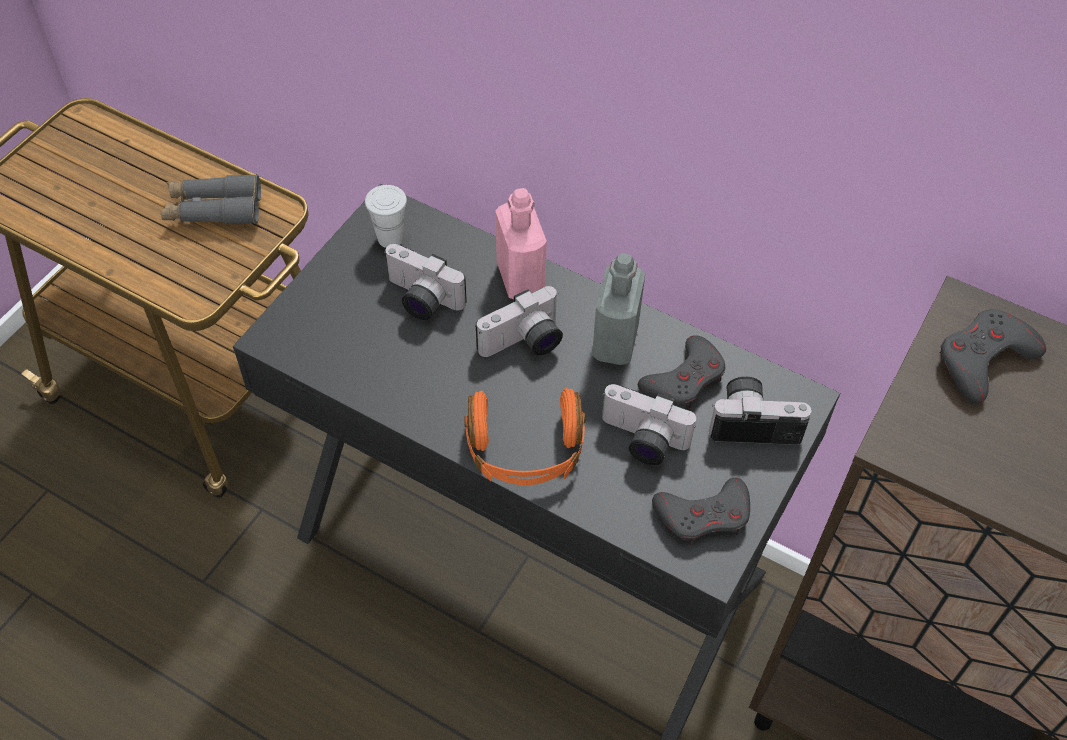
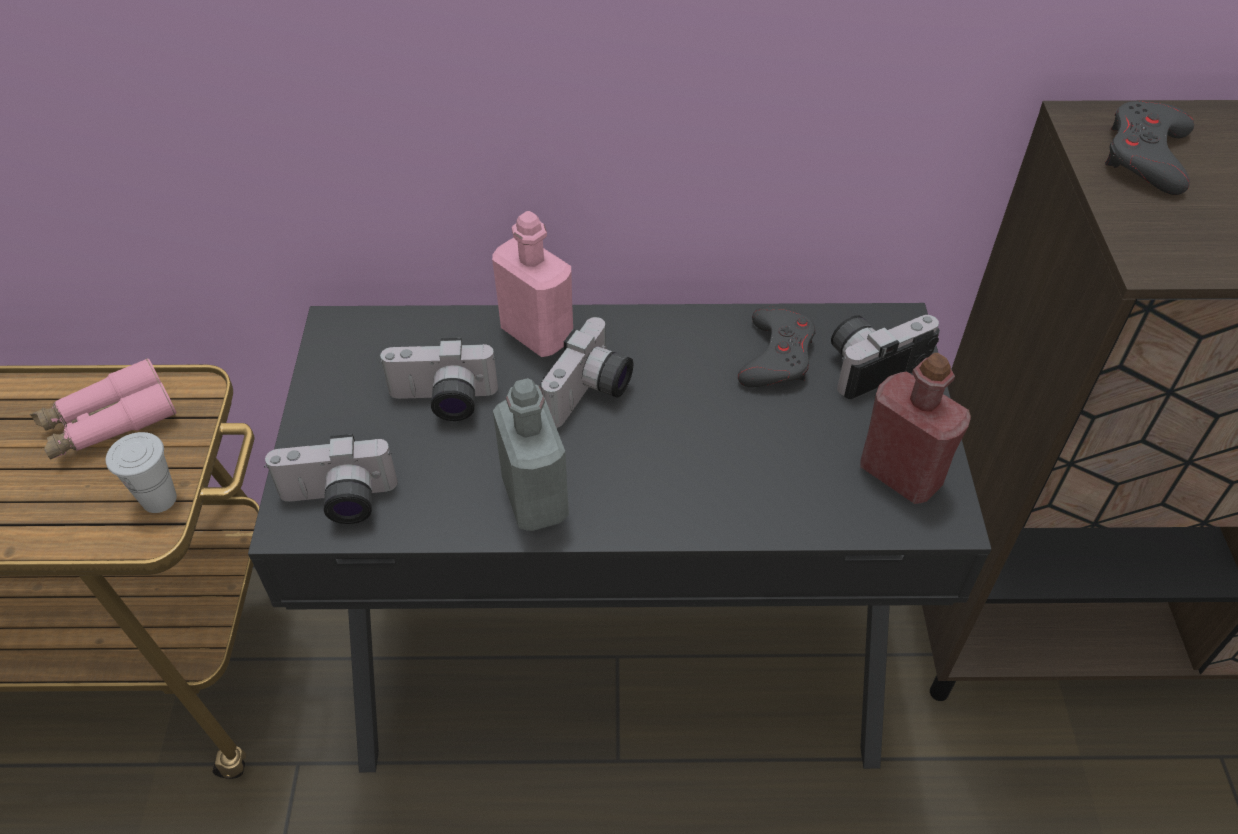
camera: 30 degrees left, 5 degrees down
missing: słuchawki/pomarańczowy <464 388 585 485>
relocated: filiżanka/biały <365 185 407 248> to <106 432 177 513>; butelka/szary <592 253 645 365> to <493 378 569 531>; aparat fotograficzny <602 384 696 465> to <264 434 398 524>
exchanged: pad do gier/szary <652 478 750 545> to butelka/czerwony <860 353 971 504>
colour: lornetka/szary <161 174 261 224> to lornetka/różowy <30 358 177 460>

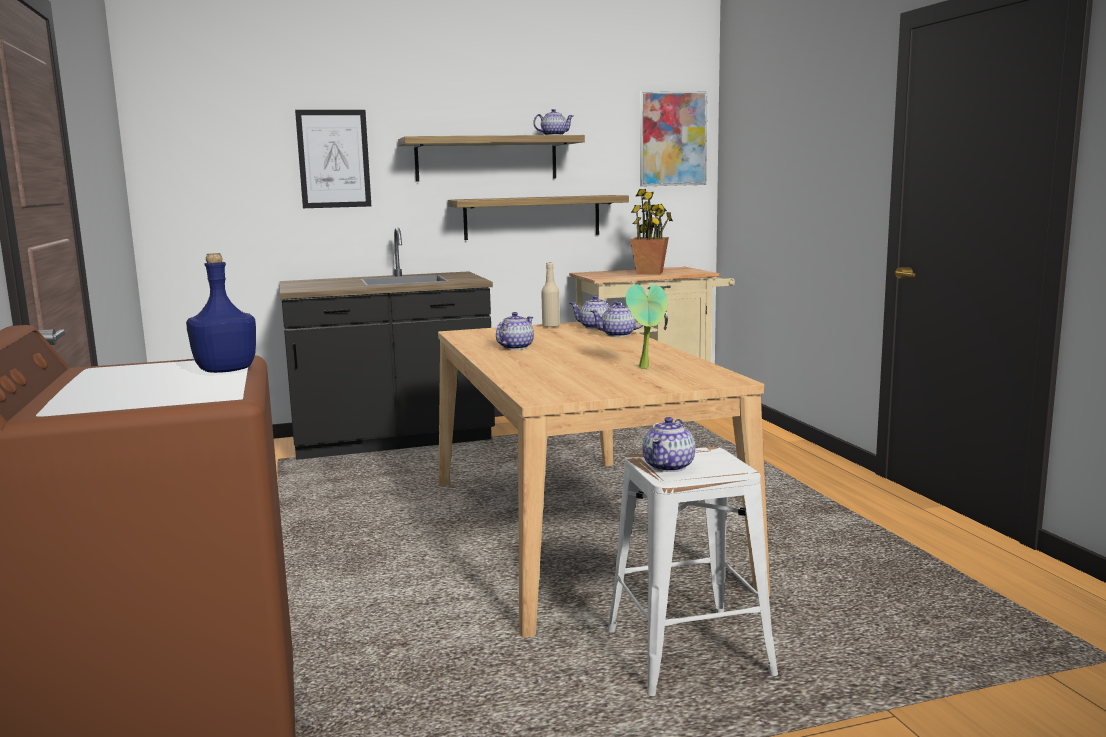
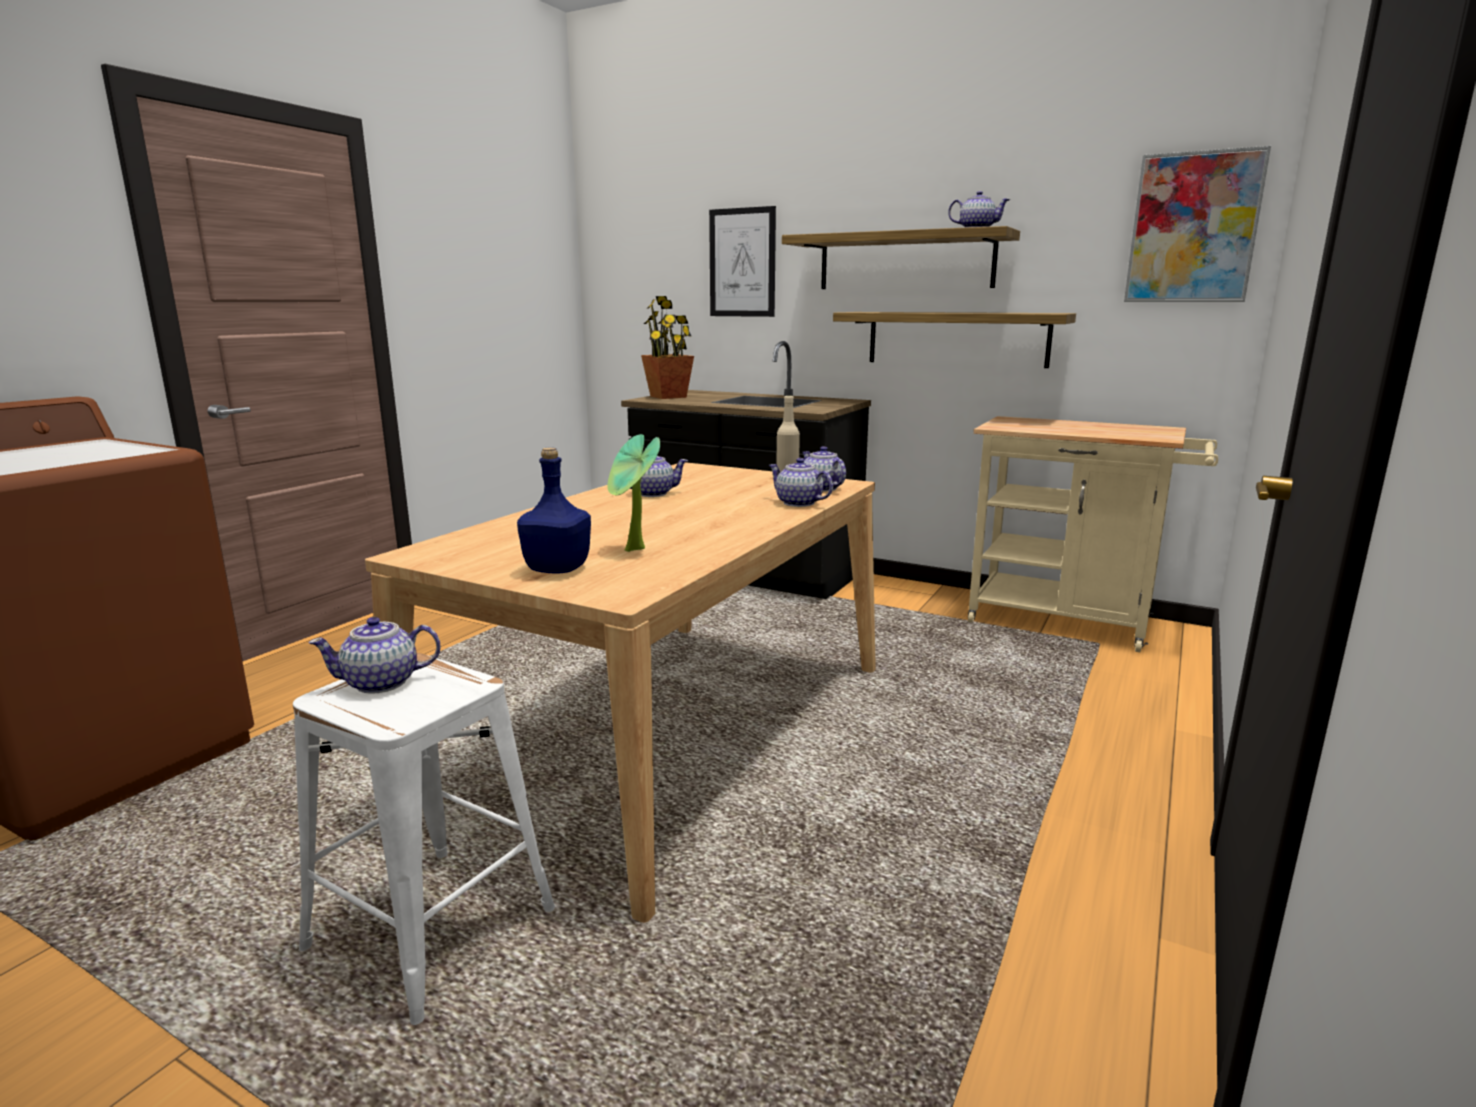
camera: 45 degrees right, 5 degrees up
relocated: roślina doniczkowa <630 189 673 275> to <641 296 694 399>; butelka/niebieski <186 253 256 373> to <517 448 591 573>

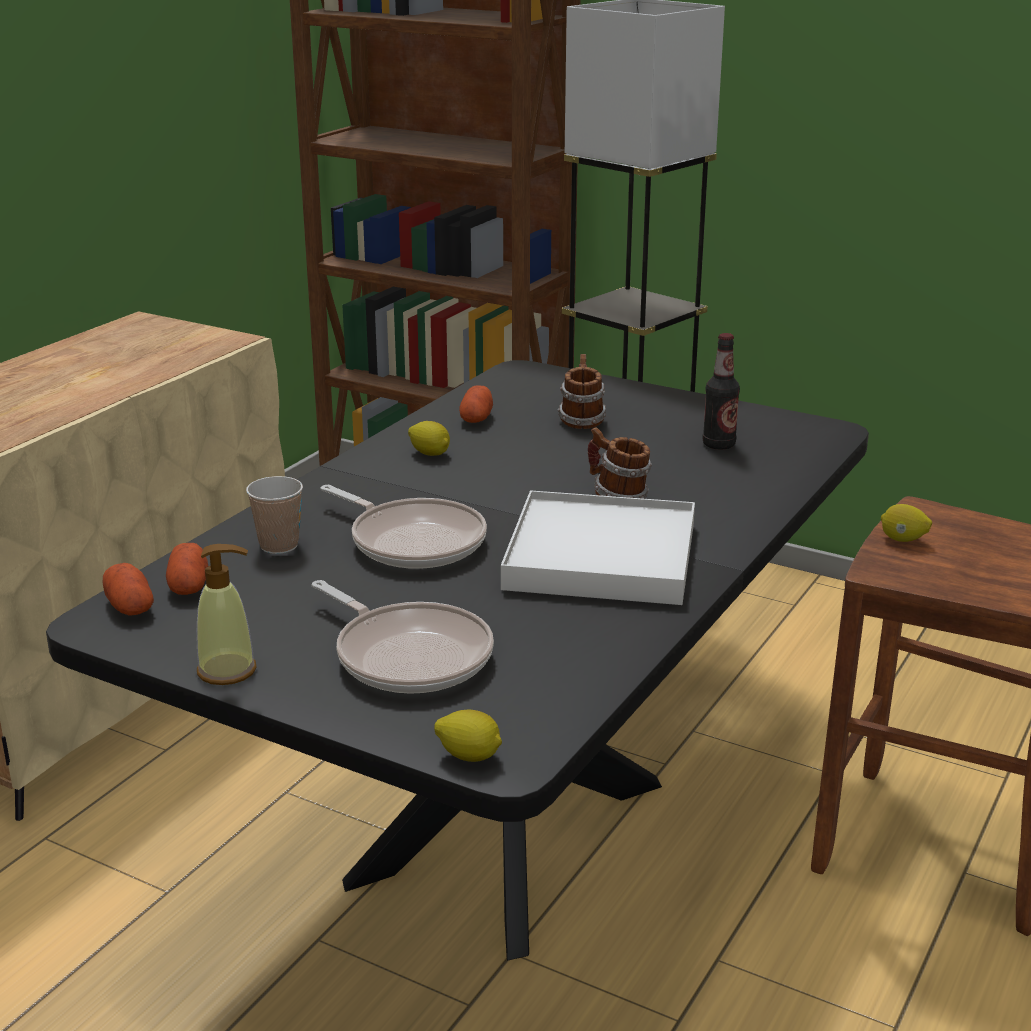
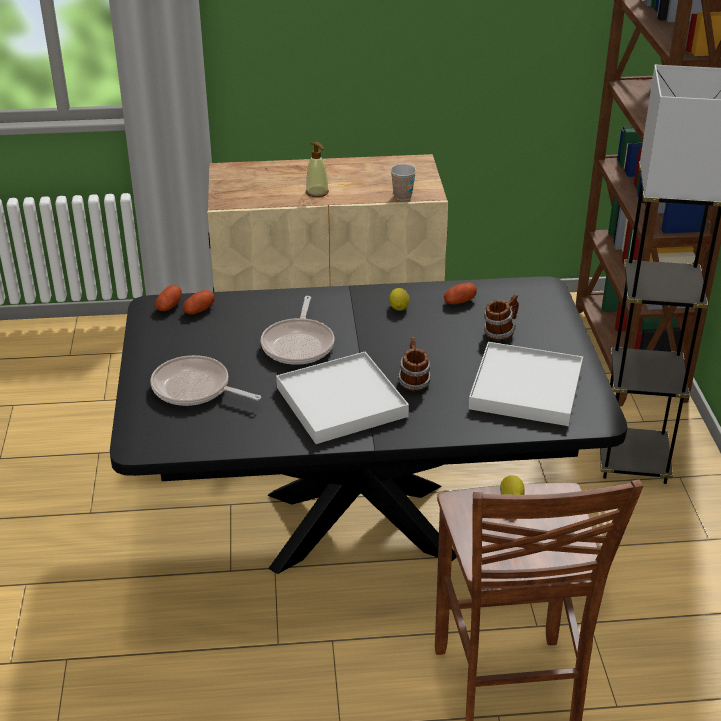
camera: 55 degrees right, 10 degrees up
missing: cytryna <434 710 502 762>
relocated: filiżanka <246 476 303 554> to <390 164 416 201>; dozownik mydła <196 544 257 685> to <306 142 329 197>
exchanged: butelka <703 333 740 450> to taca/biały <468 342 583 426>
spun: patelnia <311 580 494 694> = <150 355 261 406> 105 degrees clockwise

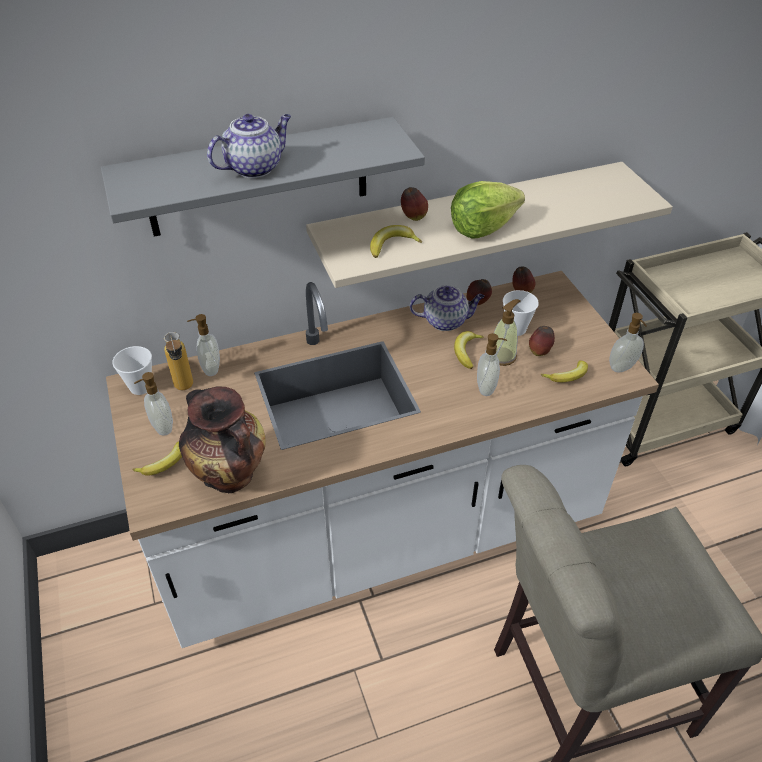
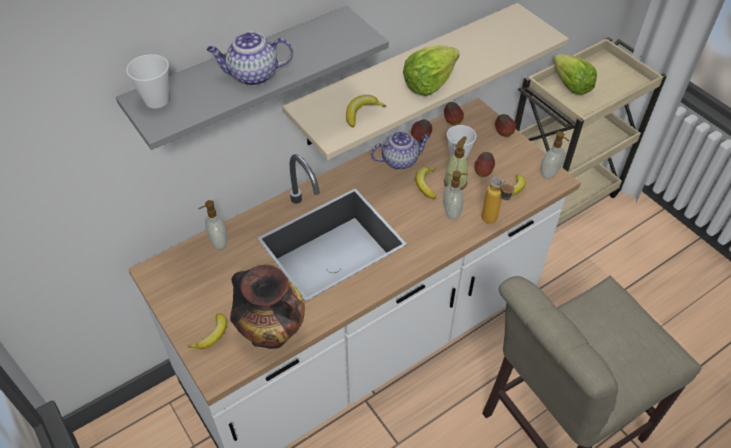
camera: 15 degrees left, 5 degrees up
missing: dozownik mydła <134 372 173 436>
appeared: sałata <553 54 597 95>
relocated: jabłko <401 187 428 221> to <495 114 516 137>; butelka <164 332 193 390> to <482 177 514 224>; filiżanka <112 346 152 395> to <126 54 169 108>
spun: imbryk <207 114 291 178> = <207 32 293 86> 135 degrees counterclockwise

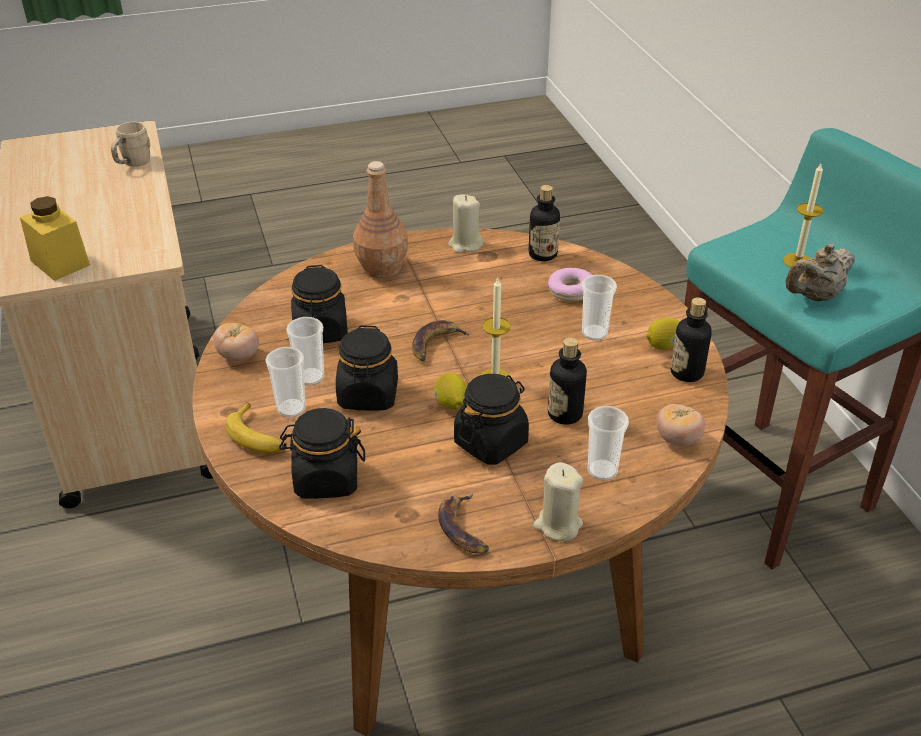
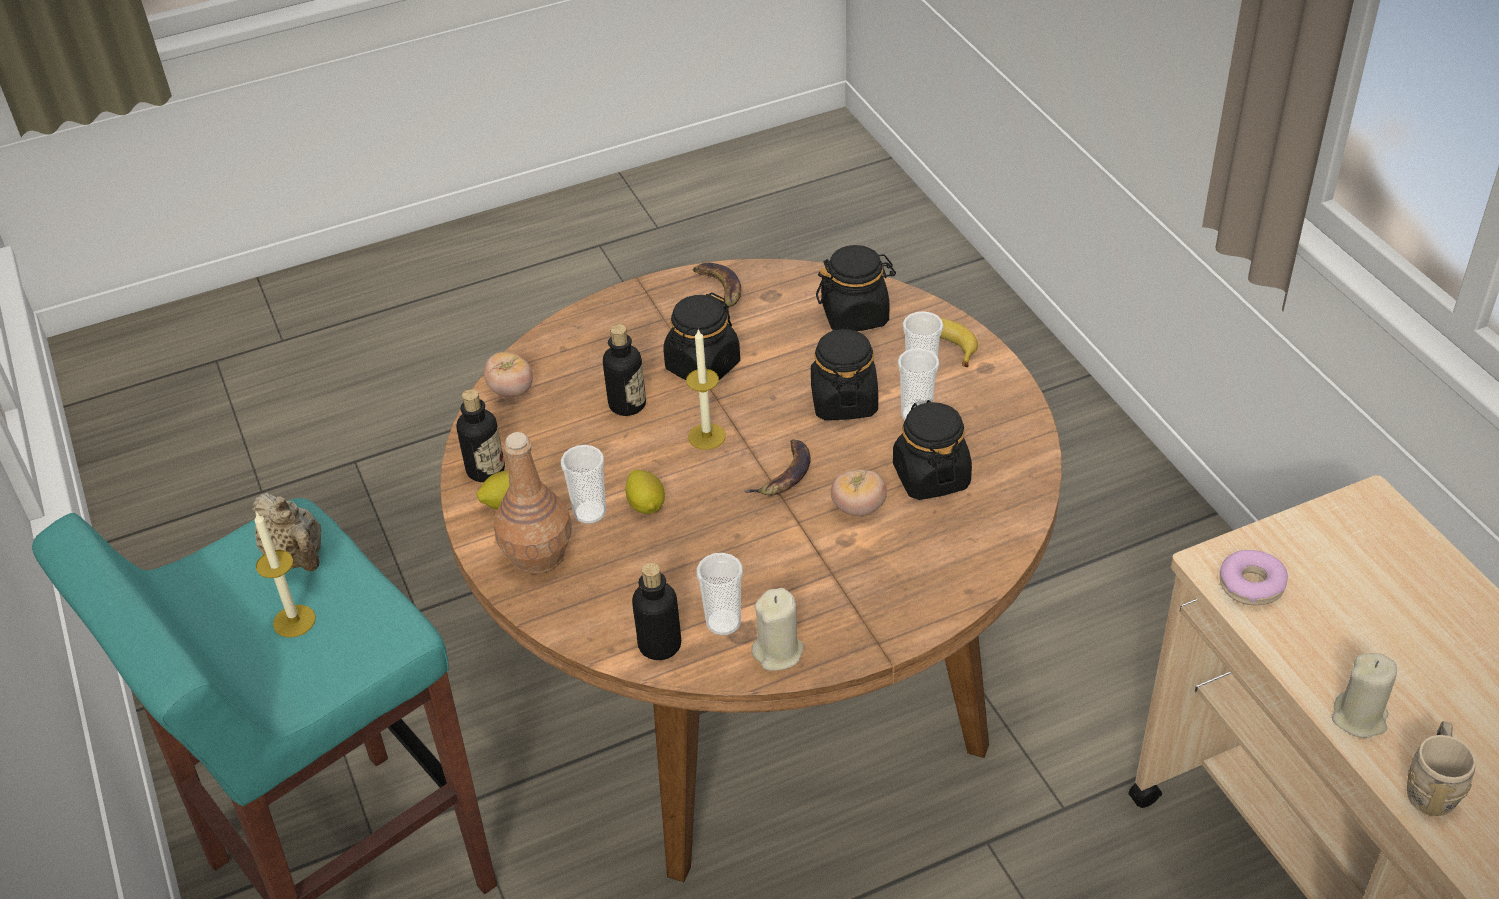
camera: 175 degrees right, 5 degrees up
missing: słoik/żółty <20 196 90 281>
relocated: butelka/brązowy <353 161 408 278> to <494 432 572 574>; donut <548 268 592 302> to <1219 550 1288 605>; pomidor <213 323 259 361> to <831 470 887 516>; cytryna <434 373 467 409> to <626 470 665 514>; filiżanka <588 406 629 481> to <696 553 743 636>; świeca/beżowy <533 462 583 541> to <1332 653 1397 738>
spun: imbryk/beżowy <786 244 855 301> = <252 493 321 571> 90 degrees clockwise

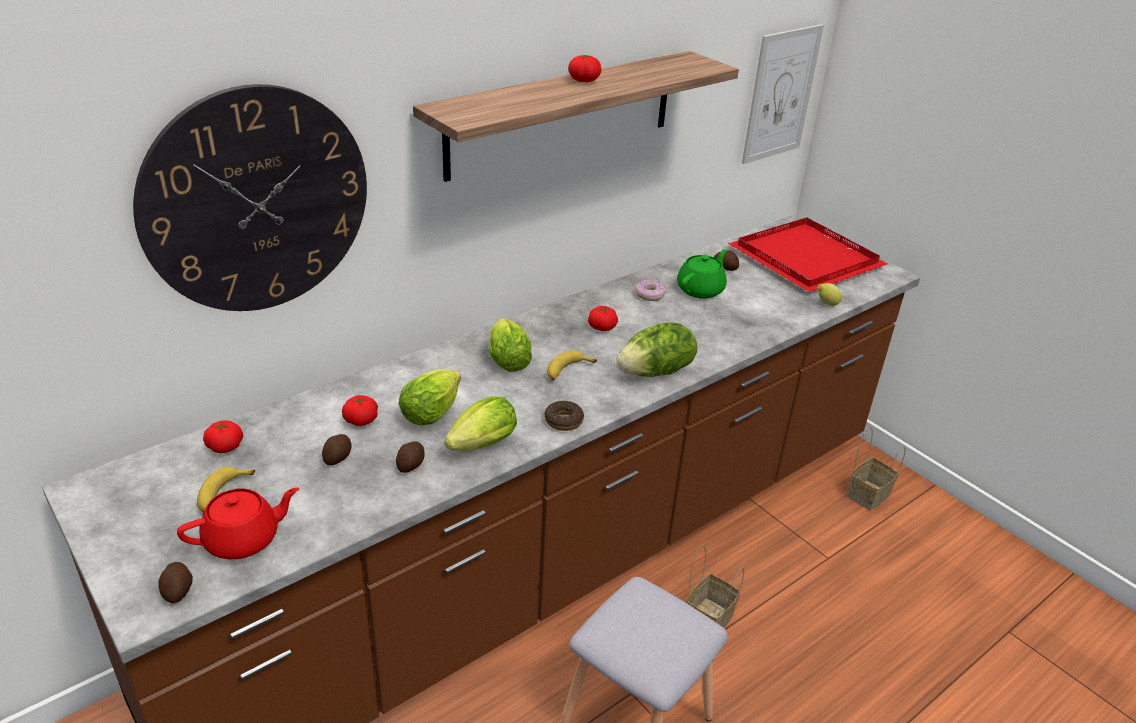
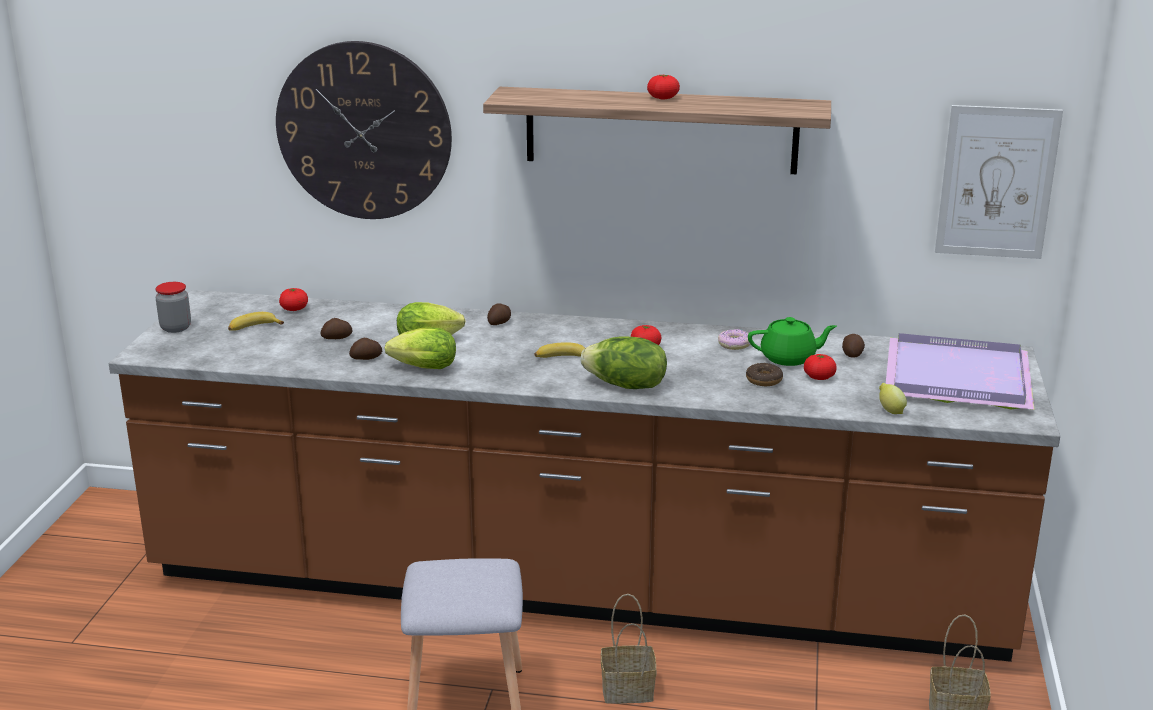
camera: 50 degrees right, 10 degrees down
missing: sałata <489 318 532 372>; imbryk/czerwony <177 488 299 559>
appeared: słoik <155 282 191 333>
relocated: pomidor <342 395 378 426> to <804 354 837 380>; donut <544 400 584 431> to <746 363 783 386>; ziemniak <158 562 193 604> to <487 303 511 325>
colour: taca/czerwony <728 217 887 292> to taca/fioletowy <886 333 1035 410>

